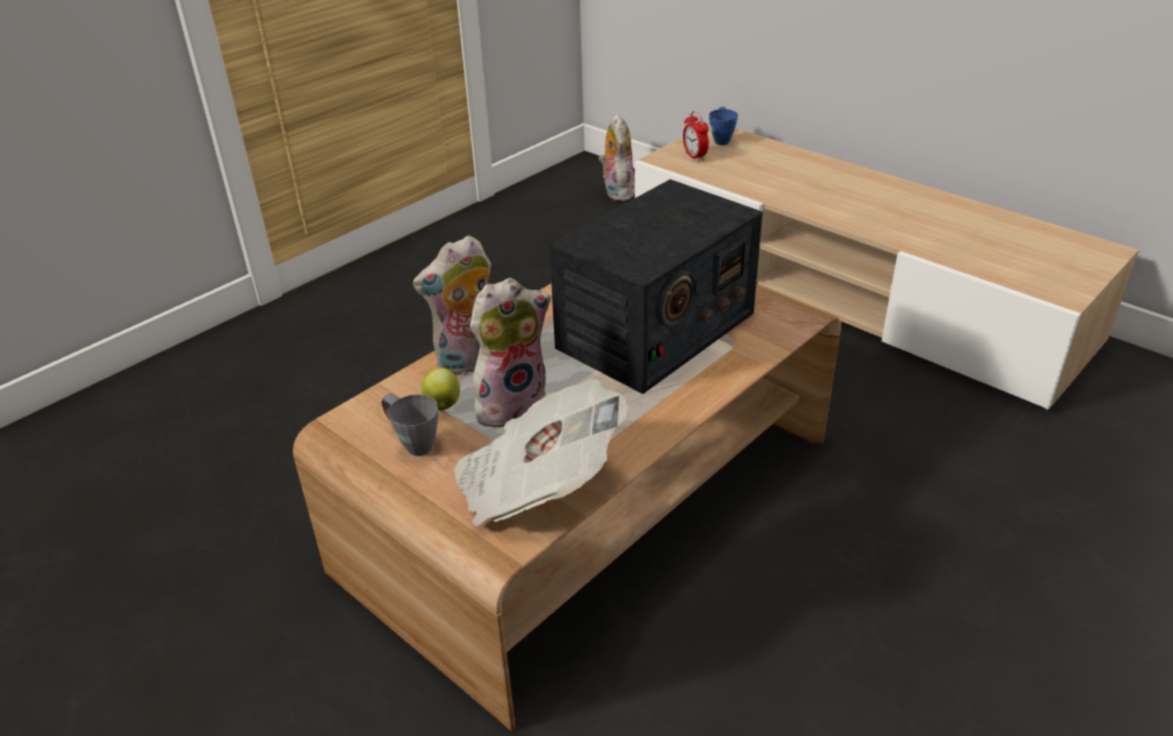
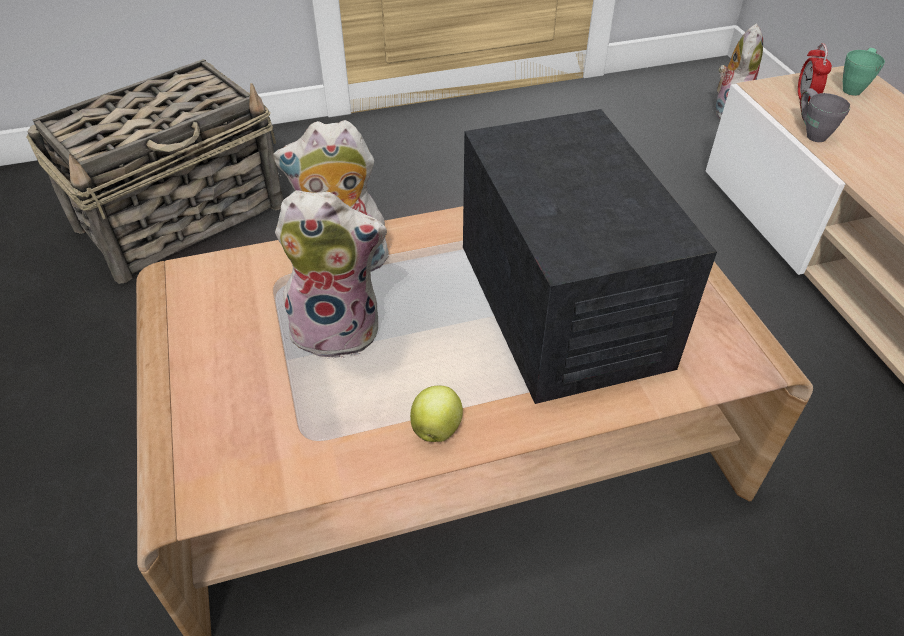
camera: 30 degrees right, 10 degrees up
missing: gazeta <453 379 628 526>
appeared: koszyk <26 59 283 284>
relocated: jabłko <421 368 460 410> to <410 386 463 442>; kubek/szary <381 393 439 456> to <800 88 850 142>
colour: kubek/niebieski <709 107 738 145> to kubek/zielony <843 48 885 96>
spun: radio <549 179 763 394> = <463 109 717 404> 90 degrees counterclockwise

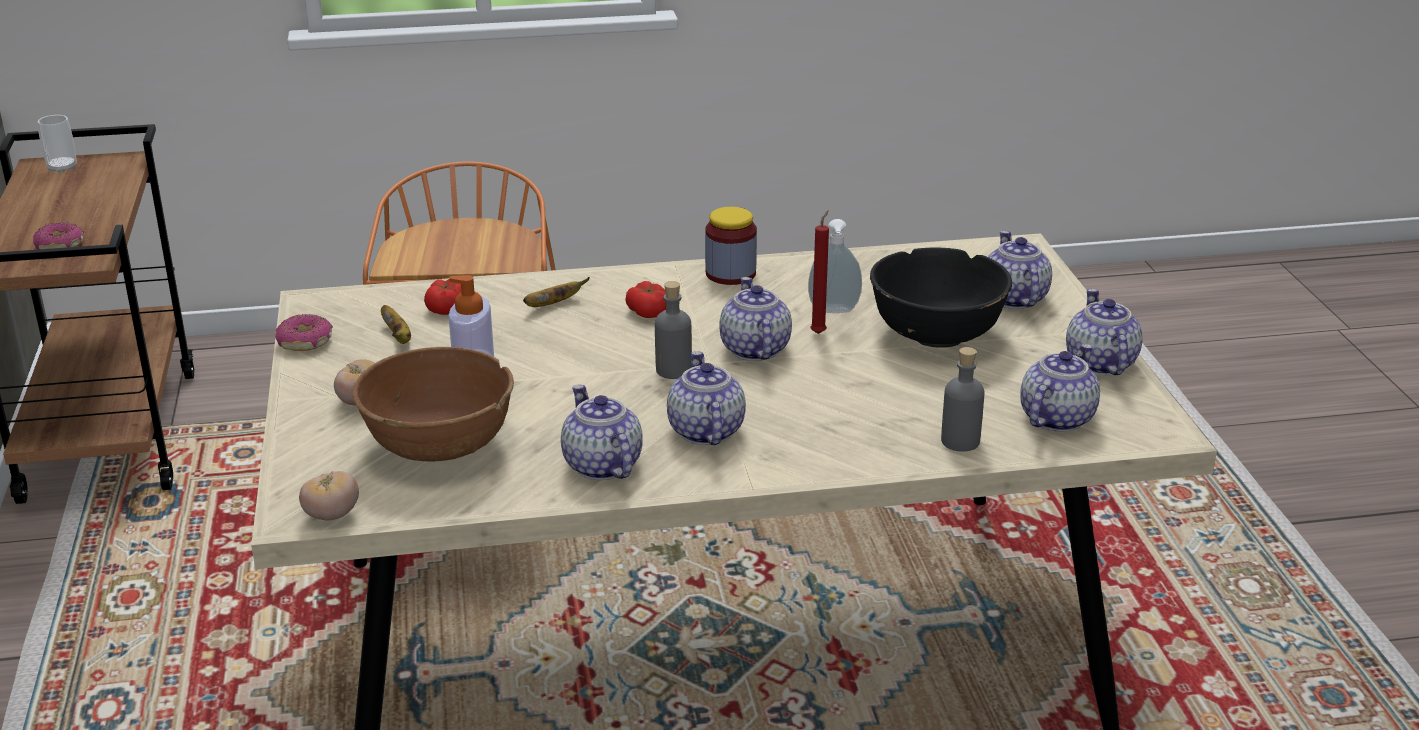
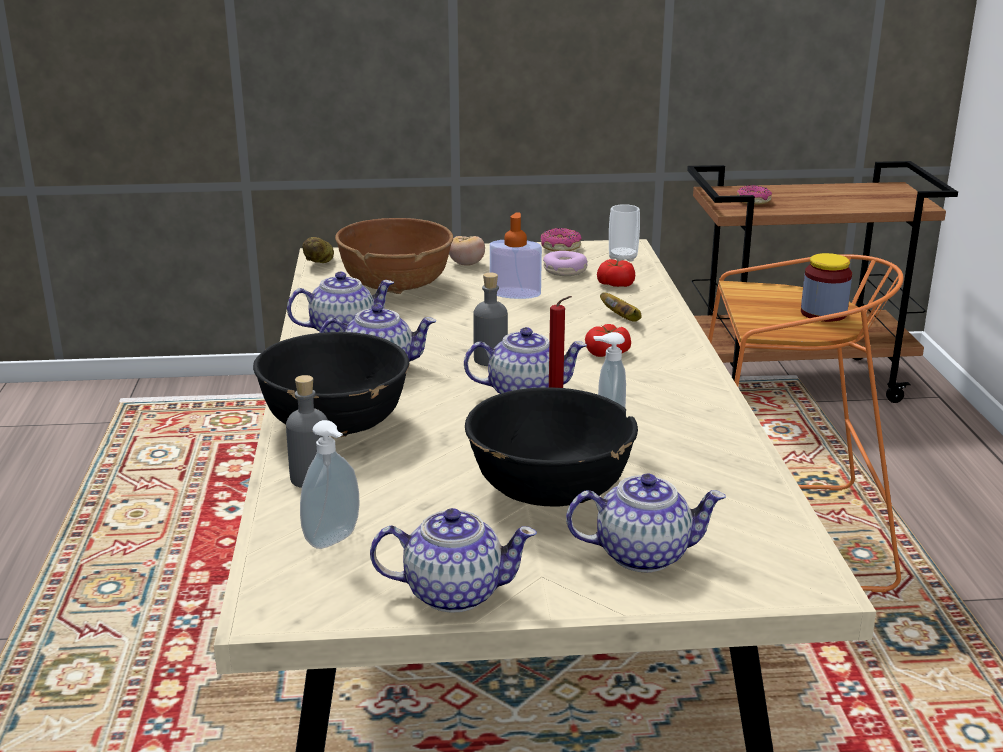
camera: 95 degrees right, 5 degrees down
appeared: miska/czarny <253 332 409 437>
relocated: filiżanka <37 115 77 173> to <609 204 640 262>; słoik <705 207 757 285> to <801 253 852 322>
exchanged: banan <381 305 411 344> to donut <543 251 588 276>; imbryk <1020 344 1100 432> to dozownik mydła <300 420 360 549>; pomidor <299 471 359 520> to ziemniak <302 237 334 263>

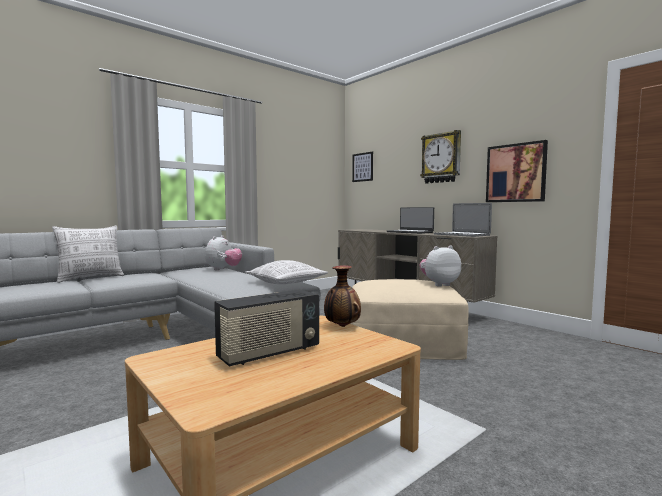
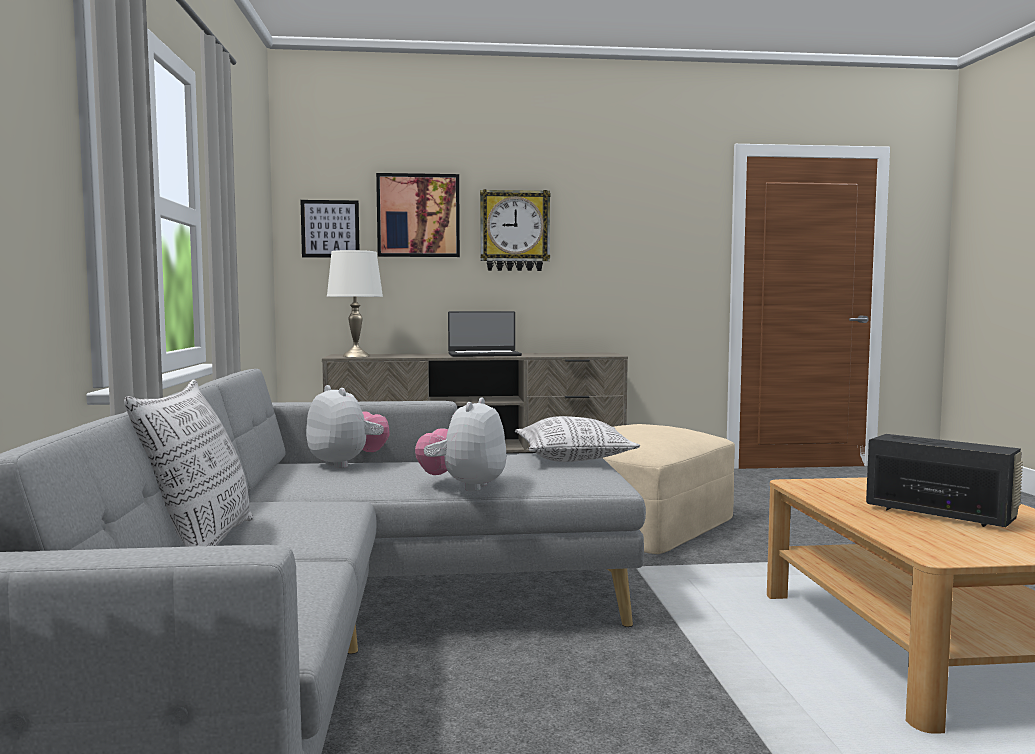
camera: 55 degrees left, 0 degrees up
missing: laptop <434 203 492 237>; wazon <324 265 361 327>
appeared: lampa stołowa/biały <327 250 383 357>
relocated: obraz <486 140 548 202> to <376 173 460 257>; pluszak <419 246 461 287> to <415 398 507 492>
spun: radio <214 289 319 367> = <866 434 1023 527> 45 degrees counterclockwise

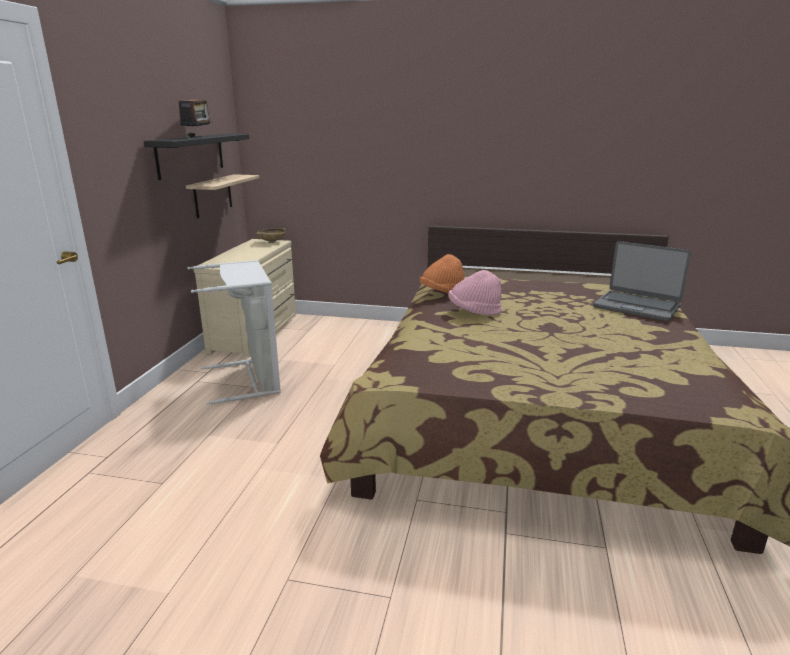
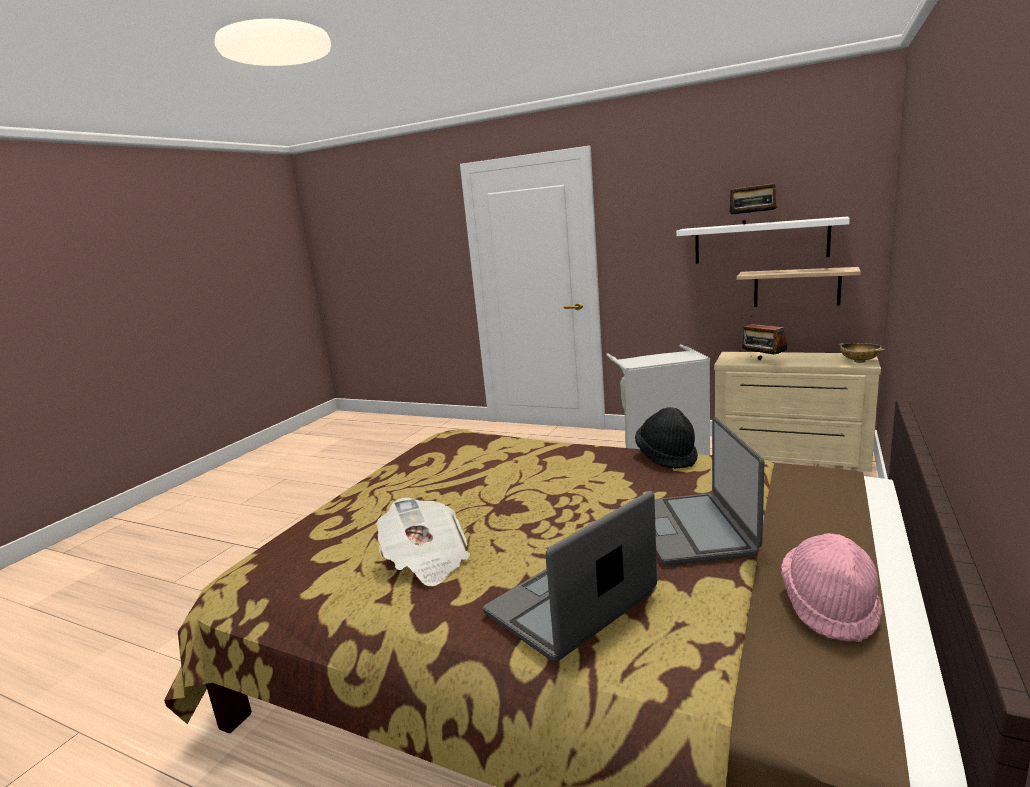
camera: 105 degrees right, 5 degrees down
appeared: radio <742 324 788 360>; laptop <655 417 764 566>; gazeta <376 497 470 586>
relocated: kapelusz/różowy <448 270 502 315> to <781 533 882 642>
colour: półka/czarny <144 134 249 180> to półka/biały <676 217 850 264>; kapelusz/pomarańczowy <420 254 464 293> to kapelusz/czarny <635 407 698 469>

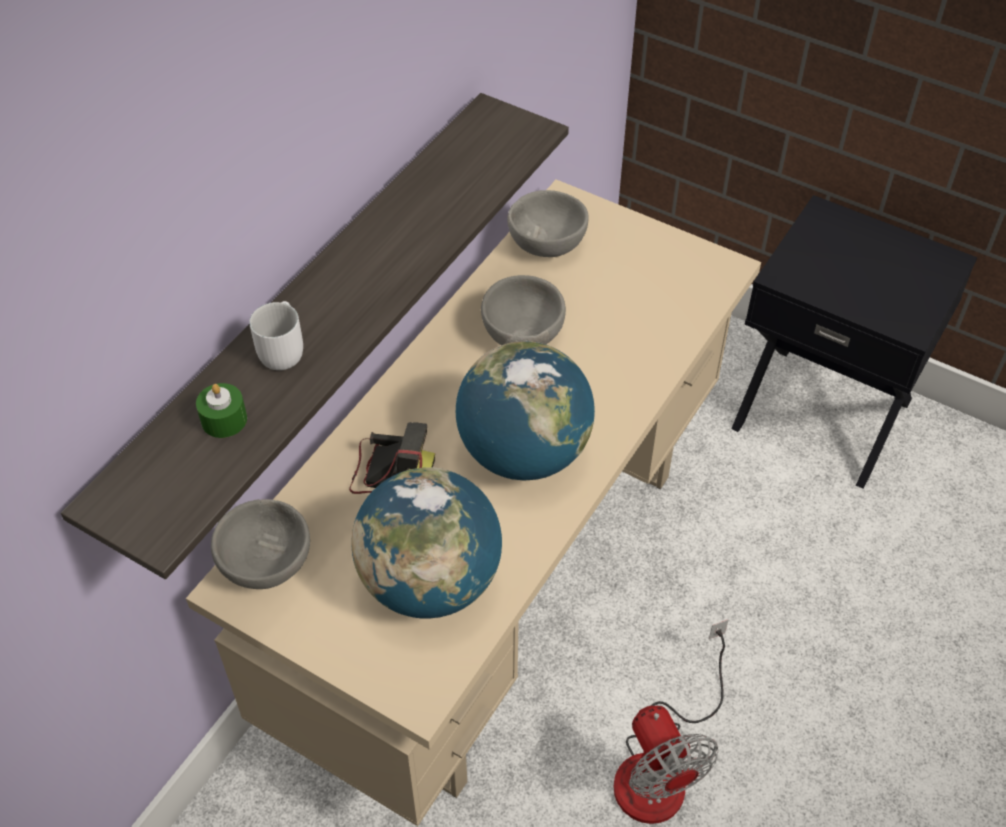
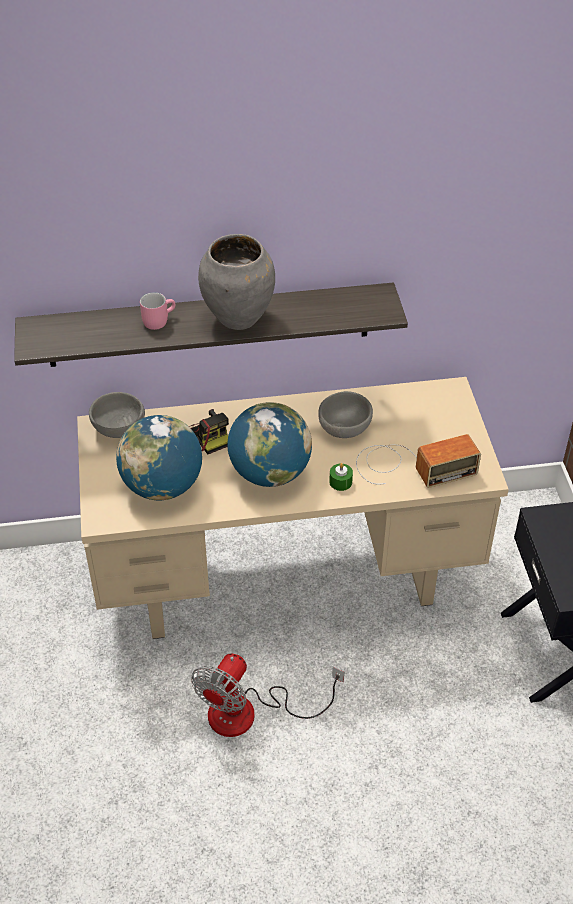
camera: 50 degrees right, 5 degrees down
missing: miska/szary <507 190 589 257>
appeared: wazon/szary <198 234 275 330>; radio <356 434 481 488>
relocated: świeca/zielony <196 383 247 438> to <329 463 353 491>
colour: kubek/biały <249 301 303 370> to kubek/różowy <140 292 175 330>

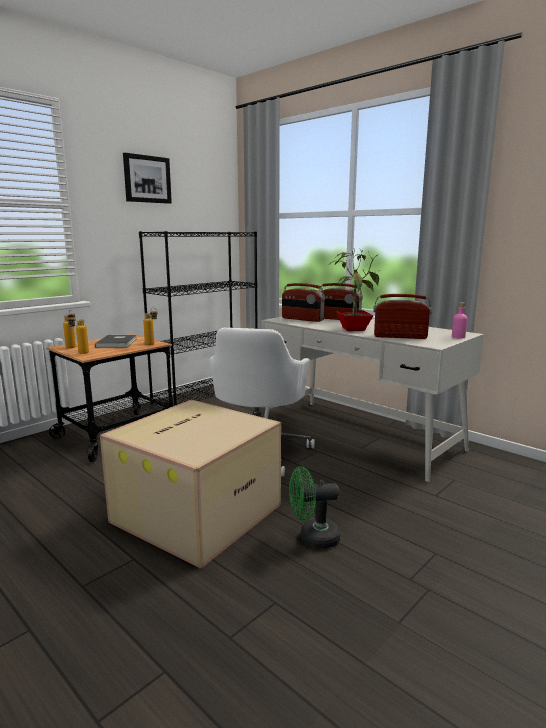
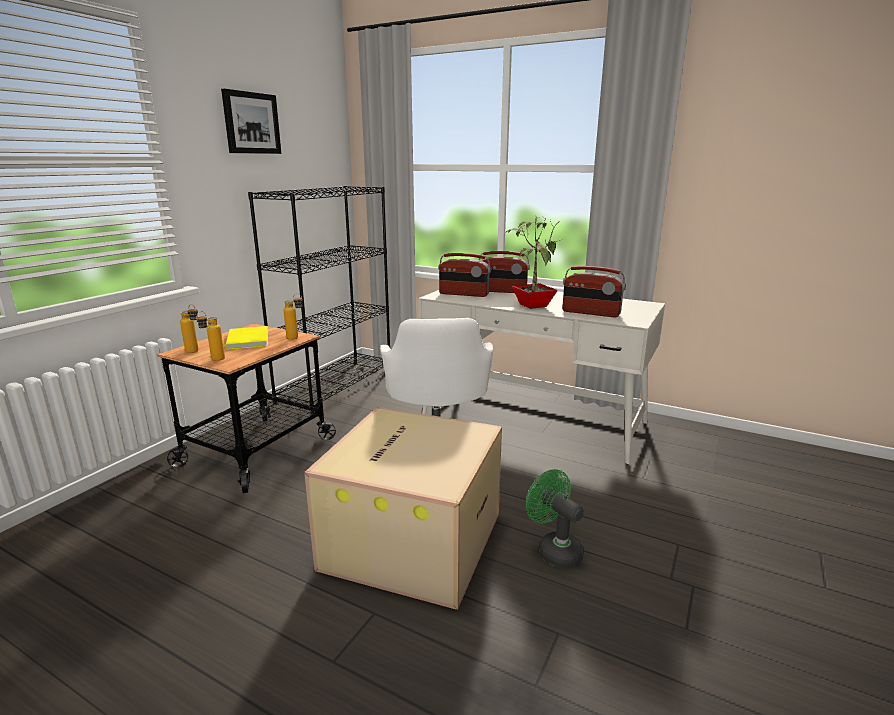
camera: 15 degrees left, 5 degrees up
missing: butelka/różowy <452 303 467 339>
colour: książka/szary <95 335 136 348> to książka/żółty <225 326 268 350>
spun: radio <373 294 432 339> = <562 266 626 318> 150 degrees counterclockwise; wentylator/zielony <289 466 340 549> = <526 469 584 568> 75 degrees clockwise

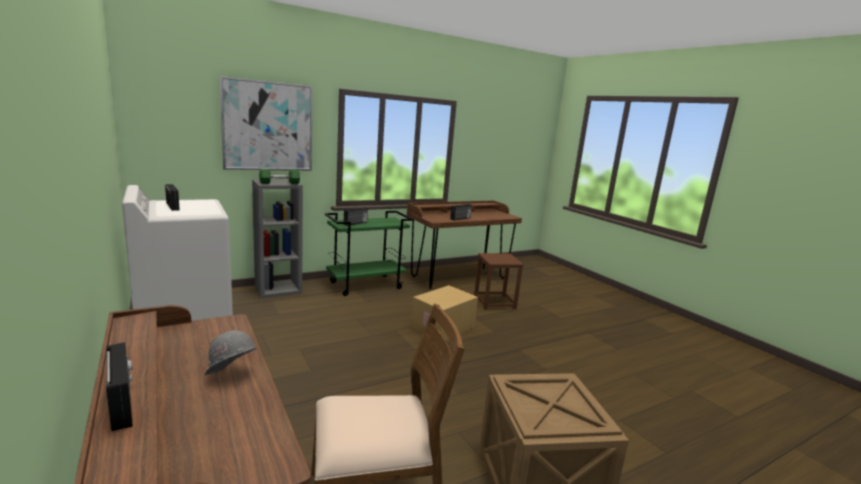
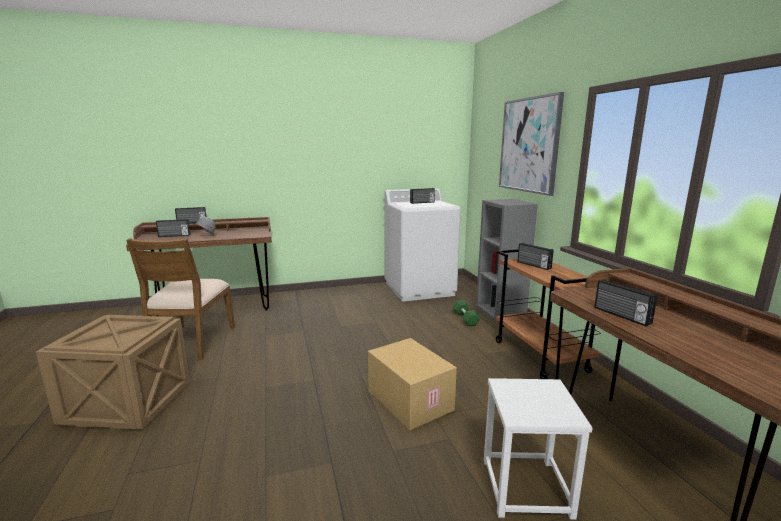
camera: 105 degrees right, 0 degrees up
appeared: radio <156 219 190 237>
relocated: hantel/zielony <259 169 300 185> to <453 300 480 326>
colour: wózek/zielony <325 211 413 296> to wózek/brązowy <496 249 602 379>; stołek/brązowy <474 253 524 310> to stołek/biały <484 378 593 519>

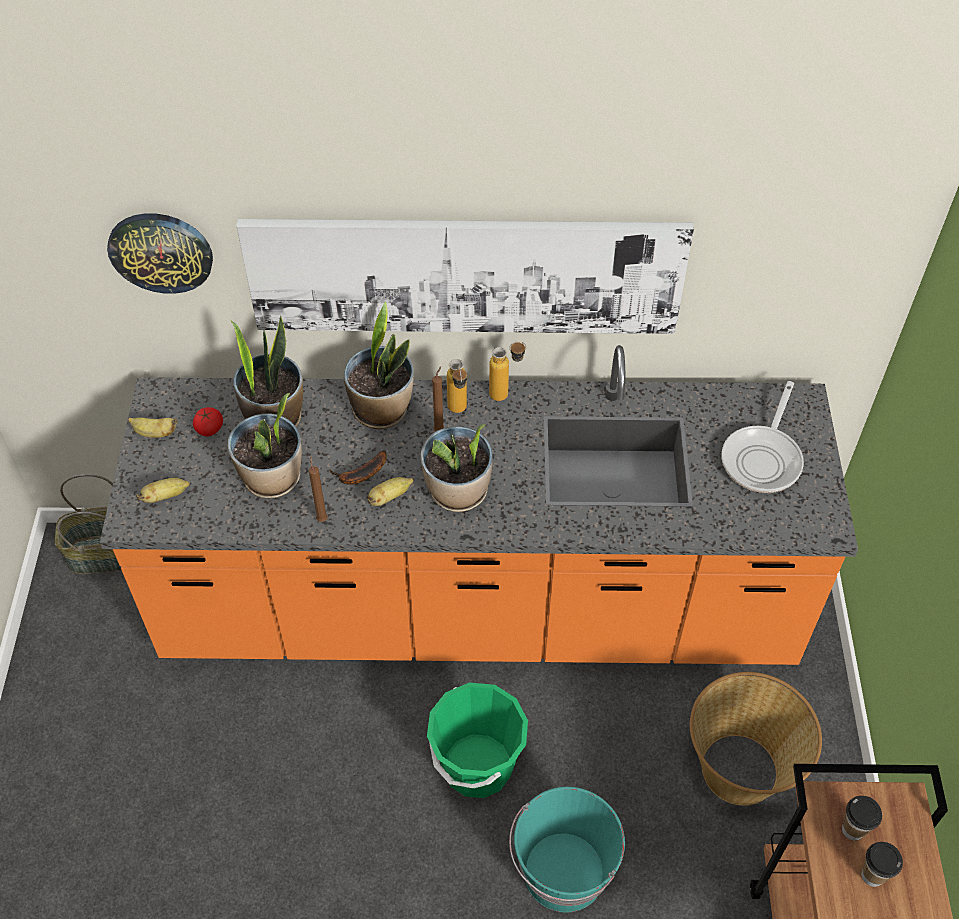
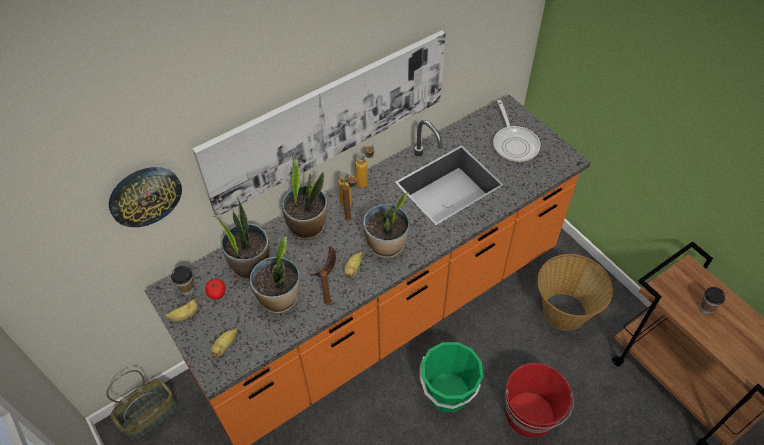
camera: 35 degrees left, 0 degrees up
relocated: filiżanka <842 796 882 841> to <171 266 194 295>
colour: wiadro/turkusowy <509 787 625 912> to wiadro/czerwony <505 363 574 438>

